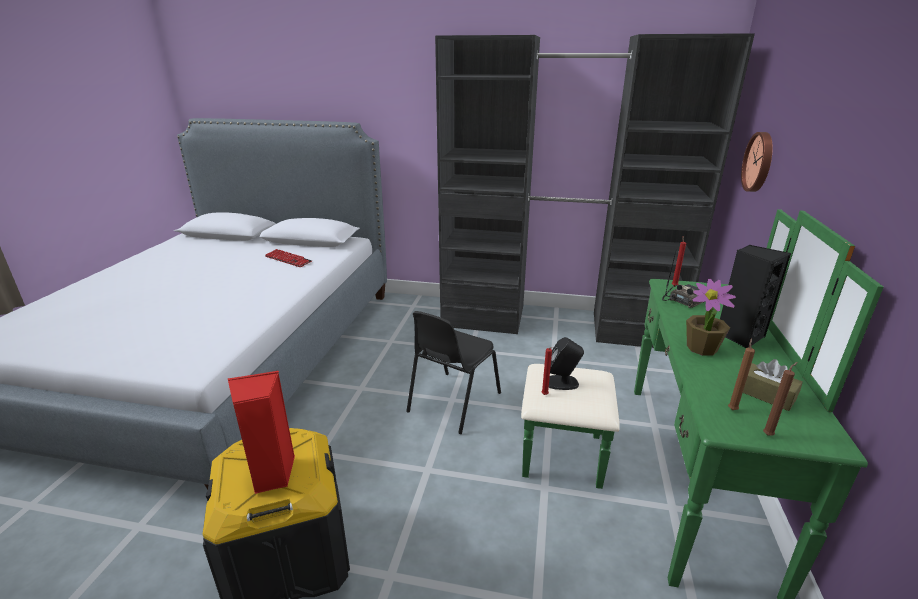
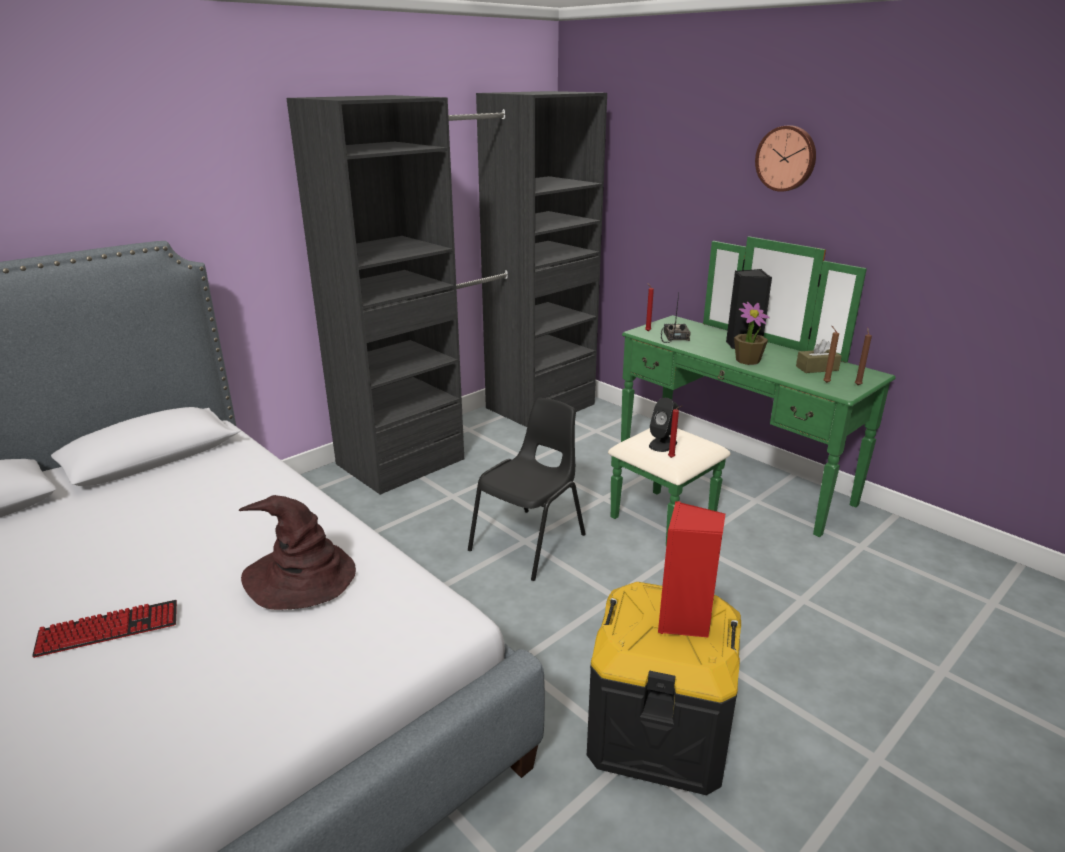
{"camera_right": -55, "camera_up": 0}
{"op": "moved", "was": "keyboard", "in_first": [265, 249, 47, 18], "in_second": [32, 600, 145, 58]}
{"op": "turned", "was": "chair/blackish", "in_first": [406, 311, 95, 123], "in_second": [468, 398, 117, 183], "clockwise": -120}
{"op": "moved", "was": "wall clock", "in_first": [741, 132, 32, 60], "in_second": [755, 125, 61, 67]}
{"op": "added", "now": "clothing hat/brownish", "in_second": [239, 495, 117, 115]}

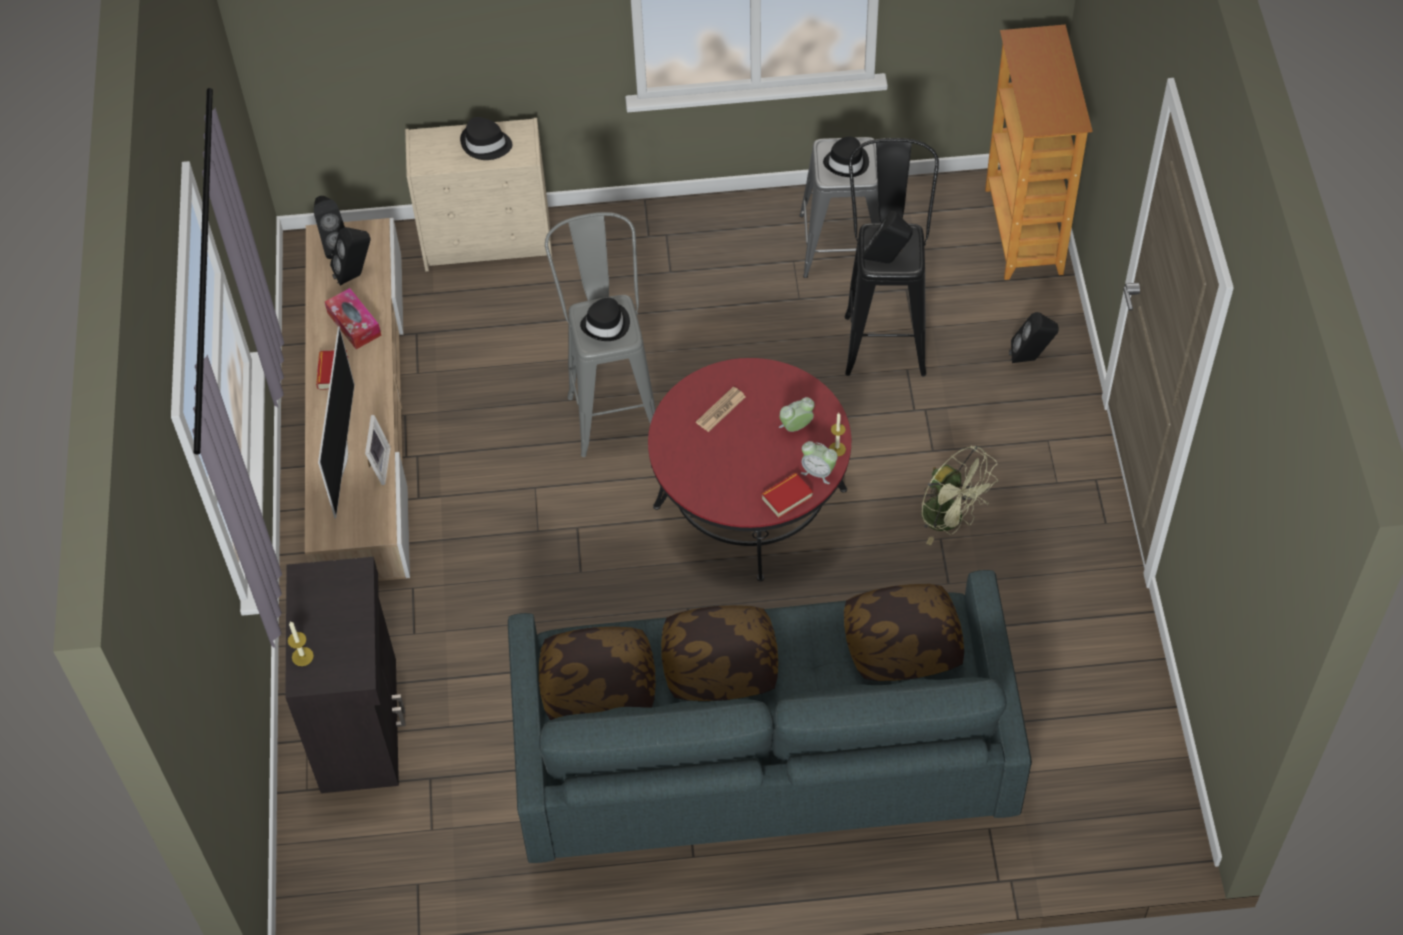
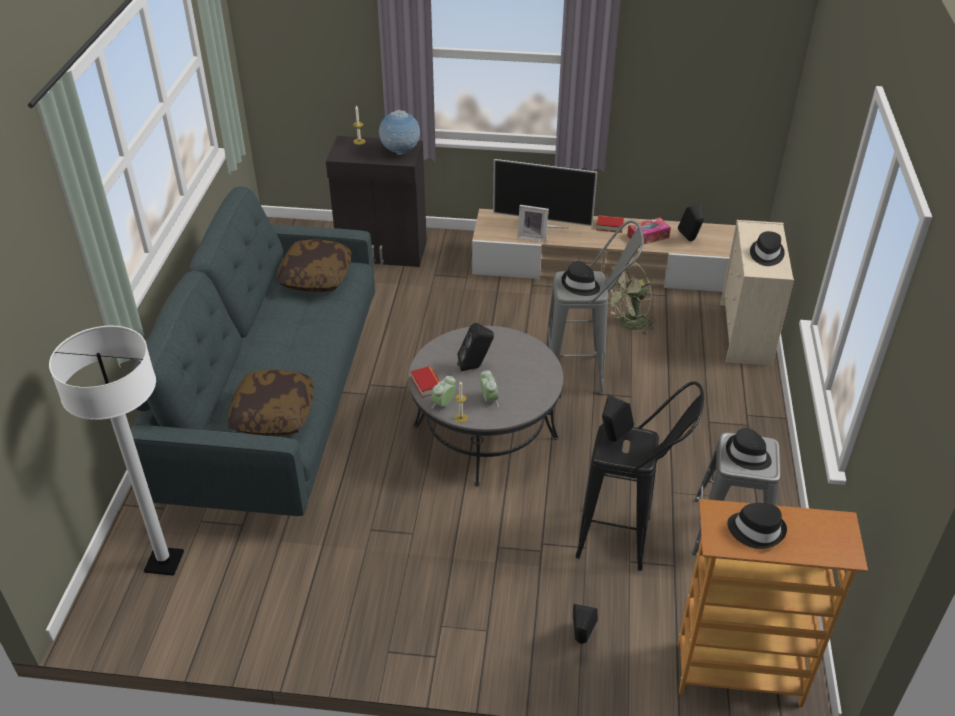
{"camera_right": 100, "camera_up": -15}
{"op": "moved", "was": "loudspeaker/blackish", "in_first": [314, 196, 31, 63], "in_second": [457, 323, 37, 48]}
{"op": "recoloured", "was": "low table/red", "now": "low table/grey", "in_first": [648, 358, 203, 223], "in_second": [409, 326, 154, 161]}
{"op": "removed", "was": "throw pillow", "in_first": [661, 605, 117, 96]}
{"op": "removed", "was": "printed paper", "in_first": [696, 387, 50, 45]}
{"op": "moved", "was": "cooling fan/green", "in_first": [921, 445, 77, 100], "in_second": [607, 260, 48, 75]}
{"op": "added", "now": "standing lamp/white-coloured", "in_second": [49, 326, 135, 250]}
{"op": "added", "now": "world globe", "in_second": [379, 110, 41, 45]}
{"op": "added", "now": "clothing hat/blackish", "in_second": [727, 503, 60, 46]}

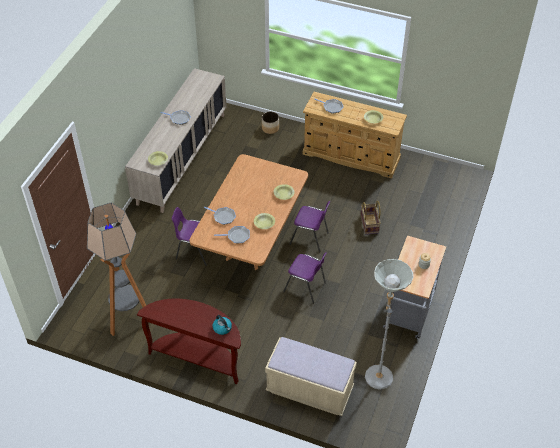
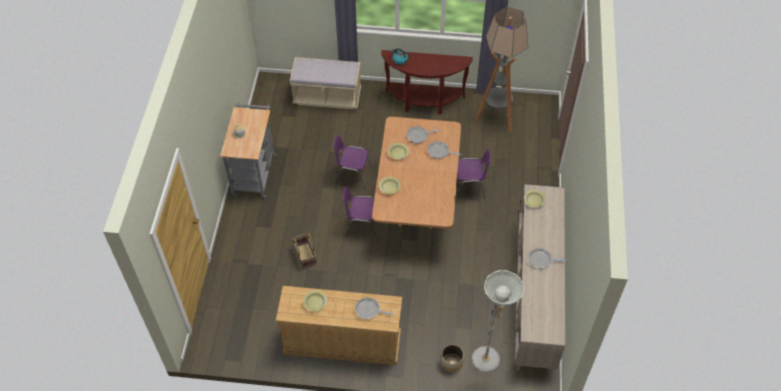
{"camera_right": 165, "camera_up": 5}
{"op": "moved", "was": "standing lamp/grey", "in_first": [365, 259, 48, 131], "in_second": [472, 270, 52, 103]}

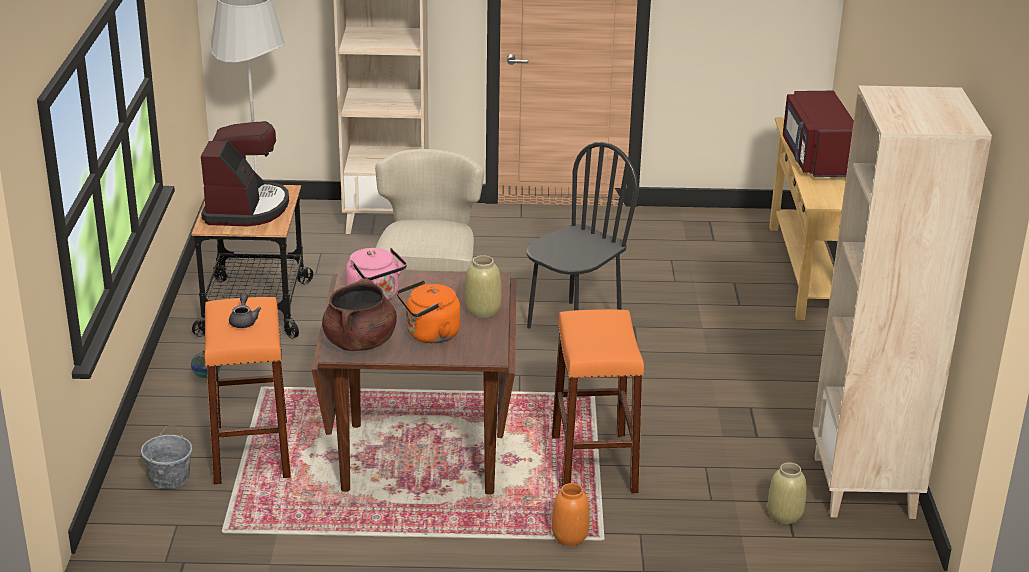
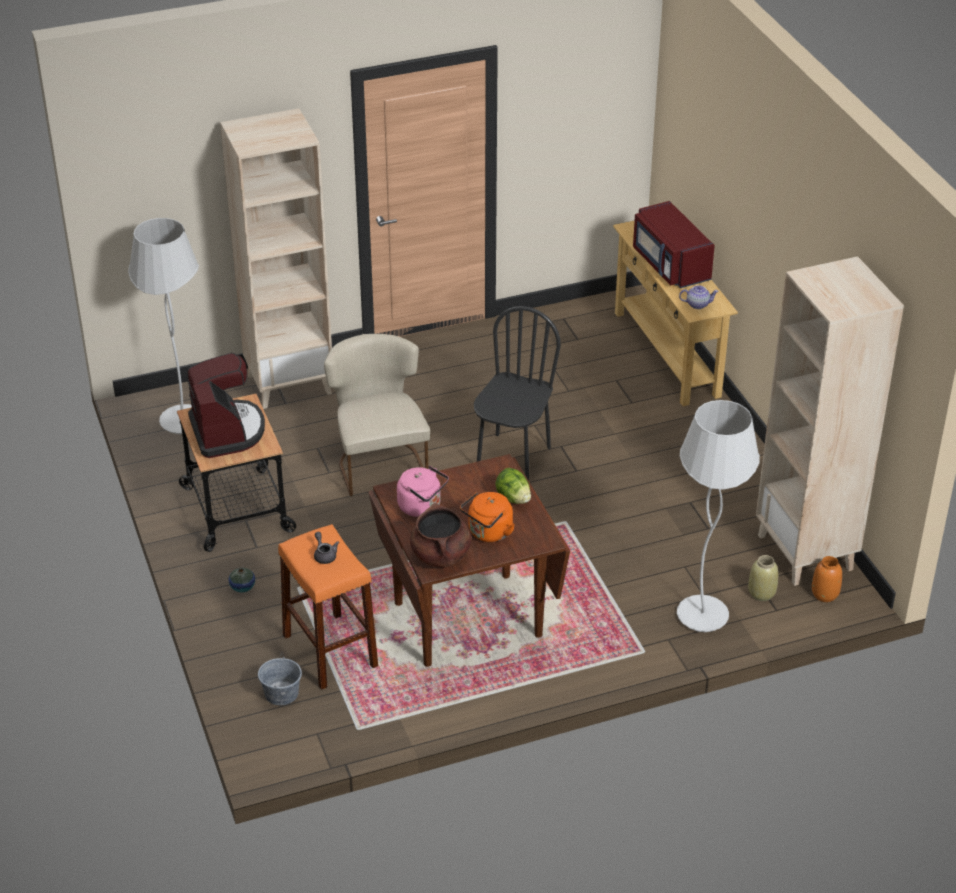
{"camera_right": -20, "camera_up": 10}
{"op": "replaced", "was": "flower vase/beige-coloured", "now": "lettuce head", "in_first": [464, 255, 37, 63], "in_second": [495, 468, 36, 36]}
{"op": "removed", "was": "sitting stool/orange", "in_first": [552, 309, 92, 185]}
{"op": "moved", "was": "flower vase/orange", "in_first": [552, 483, 38, 63], "in_second": [812, 556, 30, 46]}
{"op": "added", "now": "standing lamp/white-coloured", "in_second": [677, 400, 83, 232]}
{"op": "added", "now": "tea pot", "in_second": [679, 285, 40, 24]}

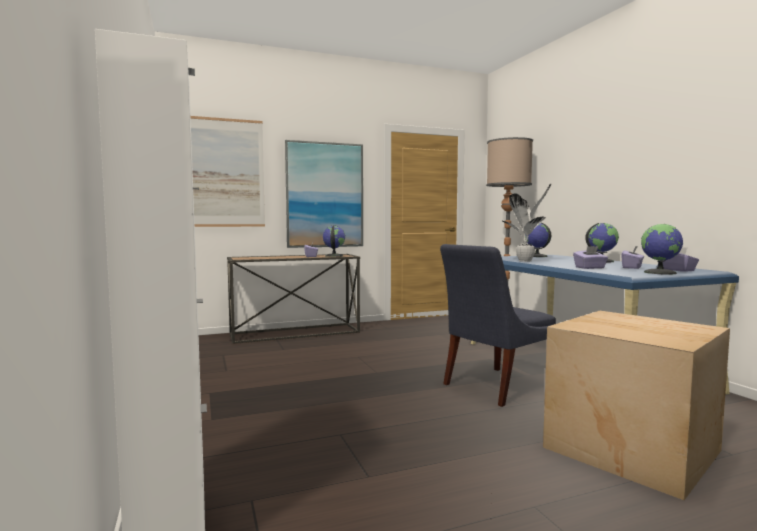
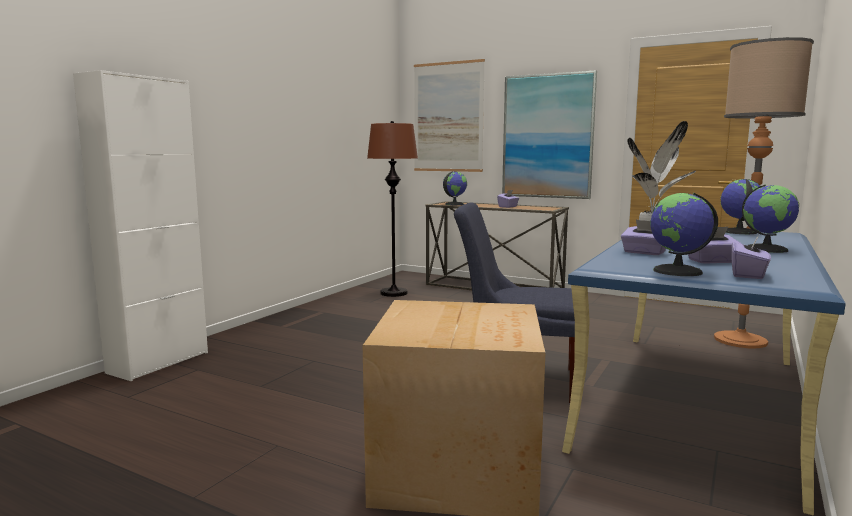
{"camera_right": 50, "camera_up": 5}
{"op": "moved", "was": "world globe", "in_first": [323, 225, 22, 32], "in_second": [443, 172, 24, 33]}
{"op": "added", "now": "standing lamp/brownish", "in_second": [367, 121, 51, 176]}

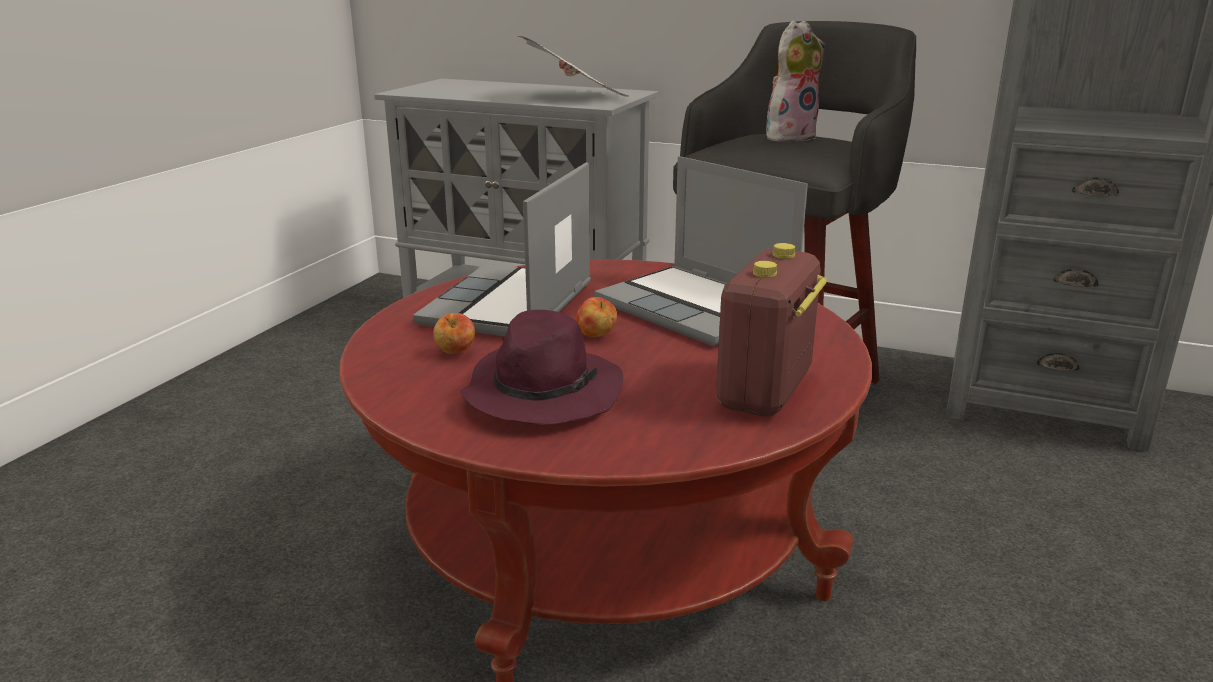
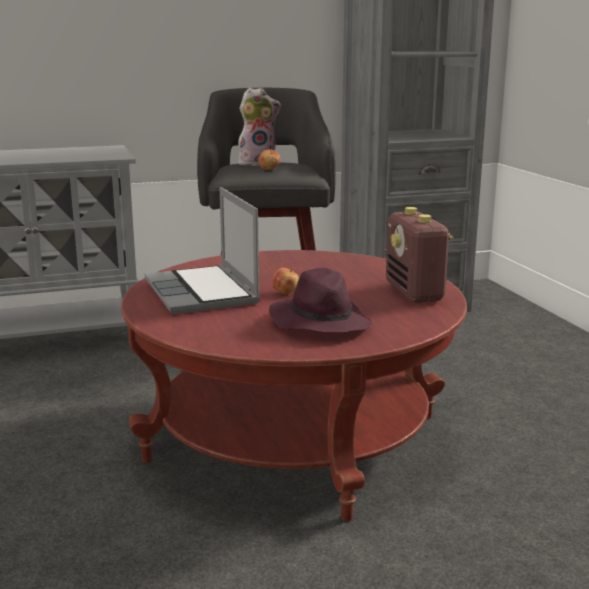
{"camera_right": -40, "camera_up": -5}
{"op": "moved", "was": "apple", "in_first": [433, 313, 42, 41], "in_second": [259, 149, 21, 21]}
{"op": "removed", "was": "printed paper", "in_first": [518, 36, 111, 61]}
{"op": "removed", "was": "laptop", "in_first": [594, 156, 214, 190]}
{"op": "turned", "was": "plush toy", "in_first": [766, 20, 59, 123], "in_second": [238, 88, 43, 78], "clockwise": 60}

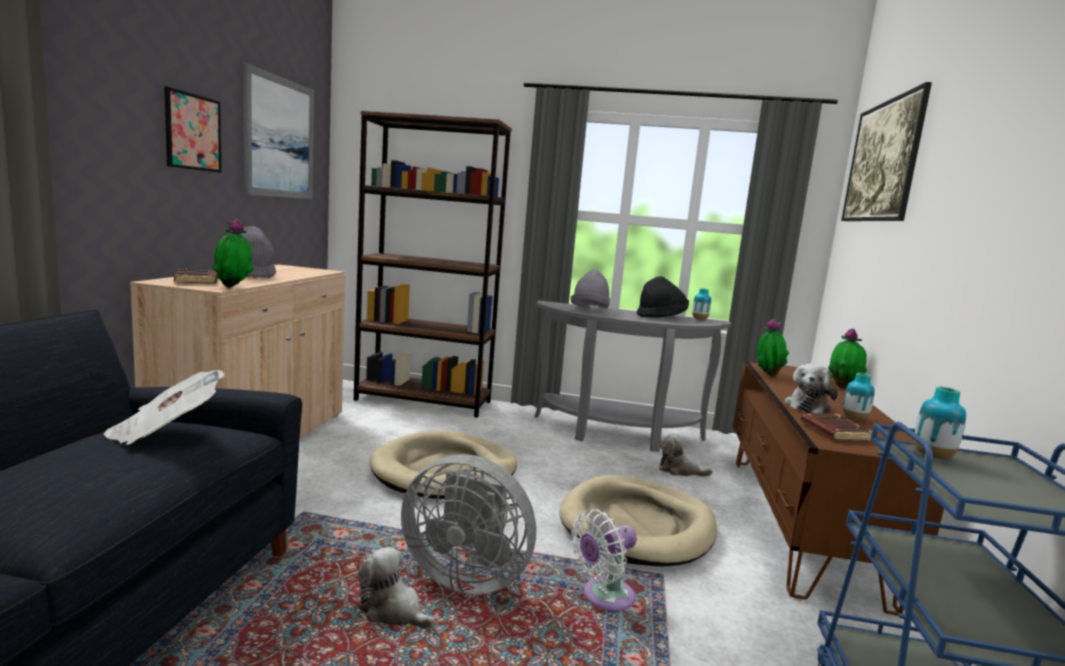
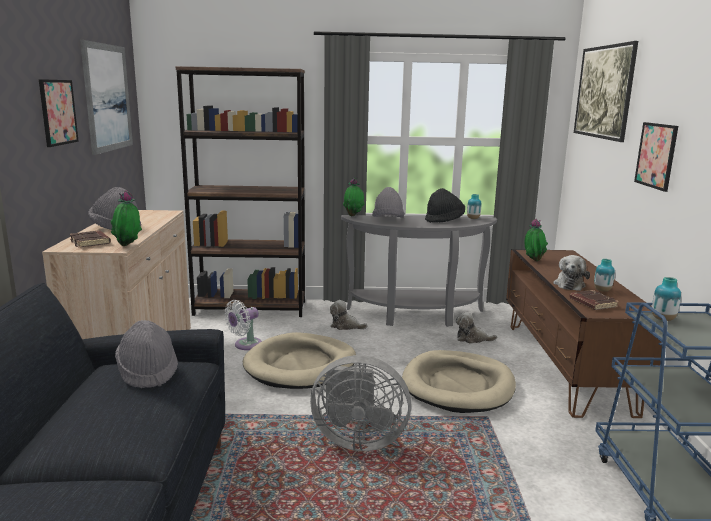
{"camera_right": -10, "camera_up": 5}
{"op": "replaced", "was": "printed paper", "now": "clothing hat/grey", "in_first": [103, 370, 122, 75], "in_second": [115, 320, 63, 68]}
{"op": "moved", "was": "plush toy", "in_first": [358, 547, 77, 82], "in_second": [330, 300, 38, 30]}
{"op": "moved", "was": "cooling fan/white-coloured", "in_first": [571, 509, 66, 102], "in_second": [225, 300, 37, 50]}
{"op": "moved", "was": "potted plant", "in_first": [828, 329, 39, 59], "in_second": [343, 178, 22, 38]}
{"op": "added", "now": "picture", "in_second": [634, 122, 44, 70]}

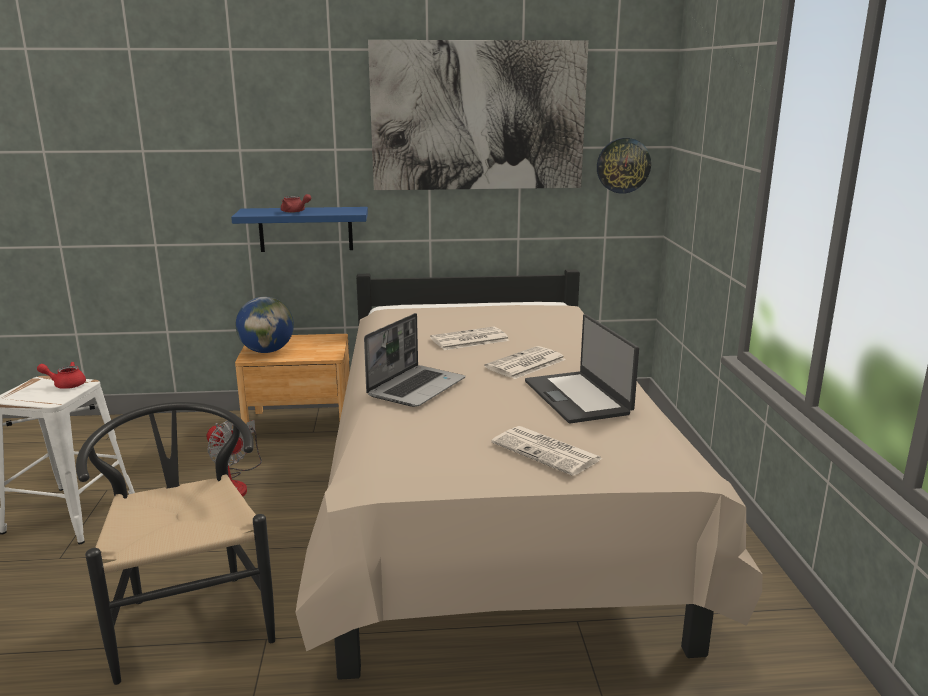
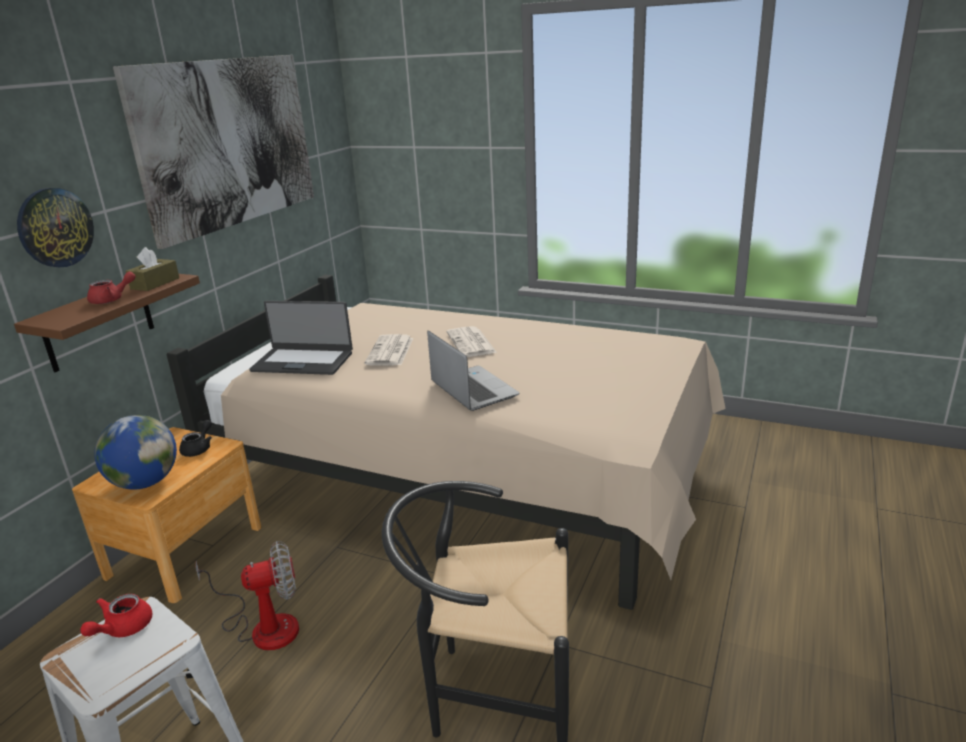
{"camera_right": -60, "camera_up": 5}
{"op": "recoloured", "was": "wall shelf/bluish", "now": "wall shelf/brownish", "in_first": [231, 207, 137, 45], "in_second": [14, 274, 186, 98]}
{"op": "removed", "was": "printed paper", "in_first": [492, 426, 110, 50]}
{"op": "moved", "was": "laptop", "in_first": [525, 314, 114, 110], "in_second": [249, 301, 104, 74]}
{"op": "moved", "was": "wall clock", "in_first": [597, 138, 54, 56], "in_second": [17, 188, 77, 79]}
{"op": "added", "now": "box of tissues/brownish", "in_second": [126, 247, 53, 44]}
{"op": "added", "now": "tea pot/blackish", "in_second": [179, 420, 33, 37]}

